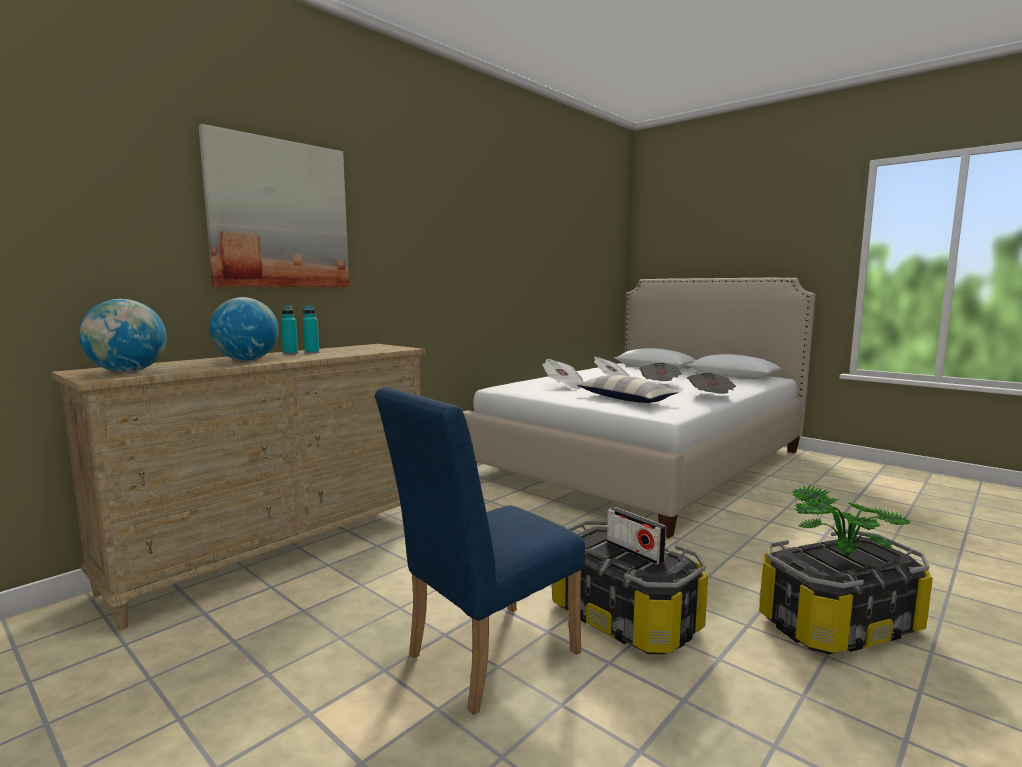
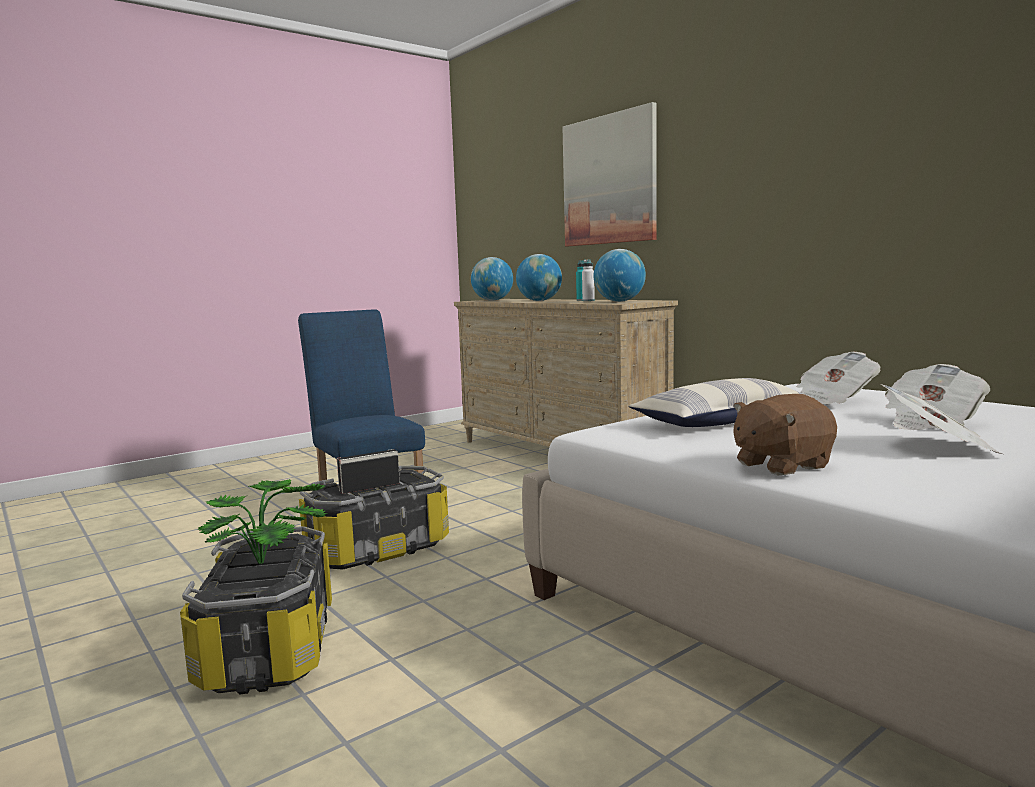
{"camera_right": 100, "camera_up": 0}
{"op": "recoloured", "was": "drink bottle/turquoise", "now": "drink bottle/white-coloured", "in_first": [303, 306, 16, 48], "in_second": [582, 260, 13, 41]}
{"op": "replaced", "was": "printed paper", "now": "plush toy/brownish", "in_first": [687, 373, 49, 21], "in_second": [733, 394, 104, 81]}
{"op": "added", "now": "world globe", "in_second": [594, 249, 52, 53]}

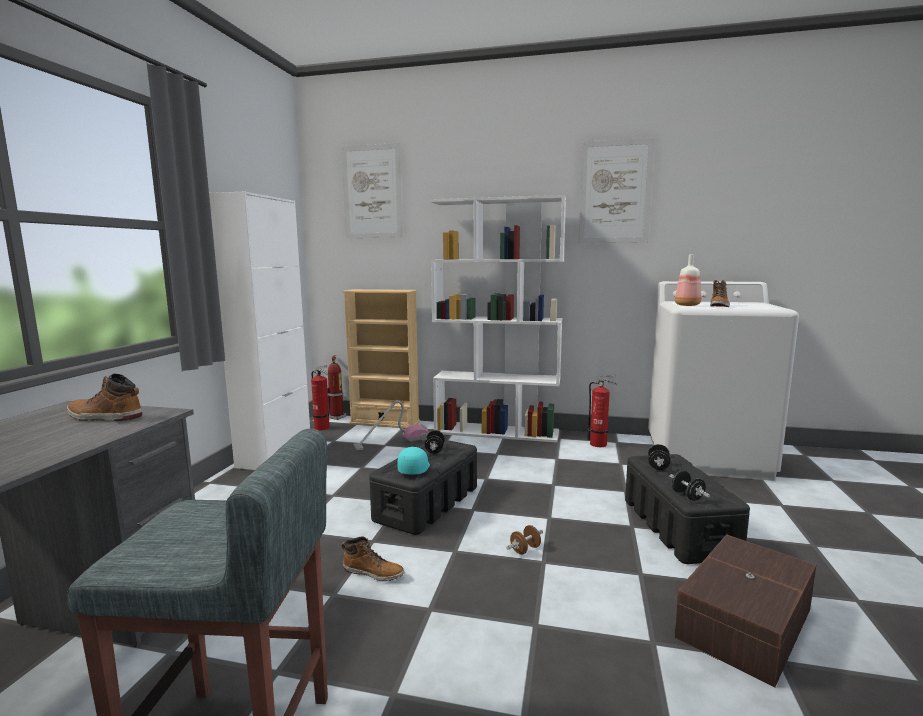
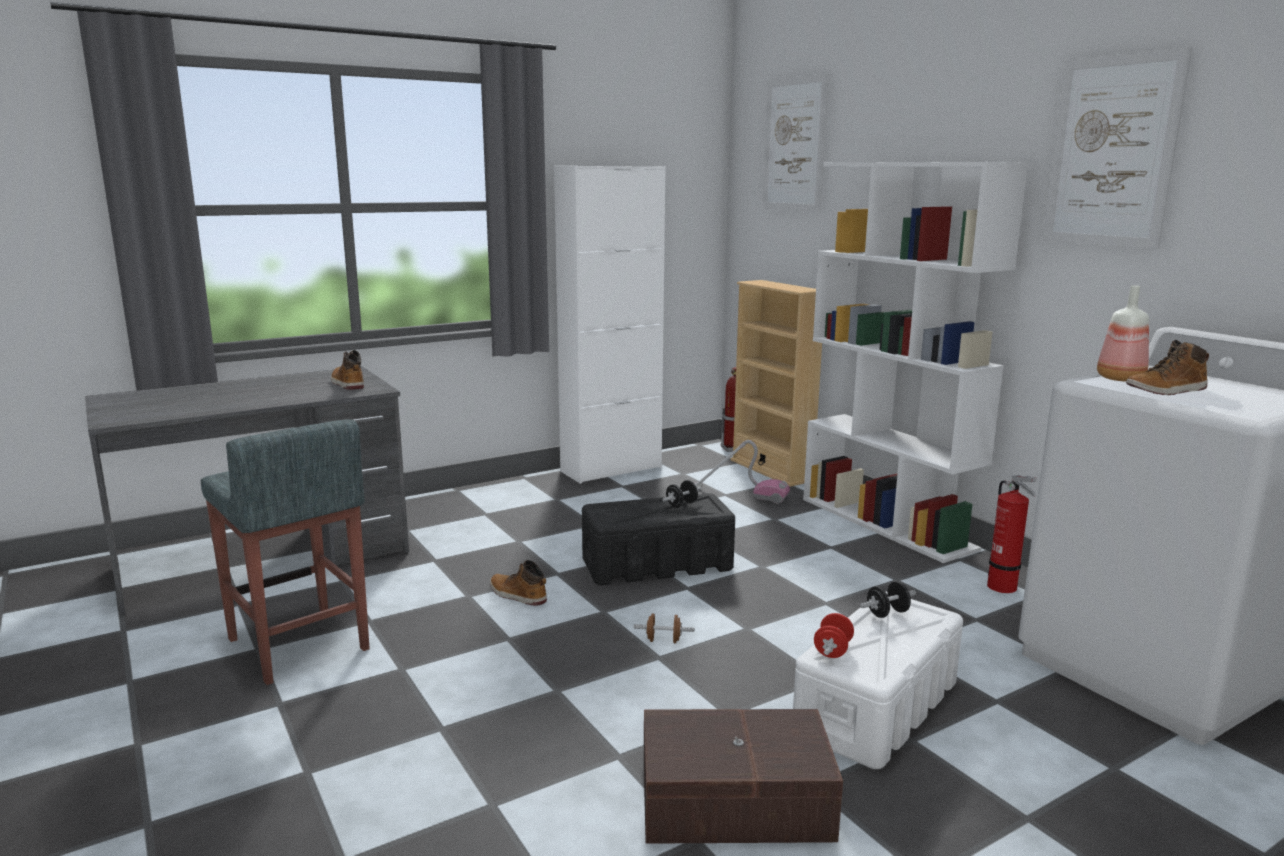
{"camera_right": 45, "camera_up": 5}
{"op": "removed", "was": "fire-fighting cylinder", "in_first": [311, 365, 19, 66]}
{"op": "turned", "was": "high-top boot", "in_first": [341, 537, 63, 44], "in_second": [490, 560, 57, 46], "clockwise": 150}
{"op": "removed", "was": "cap/turquoise", "in_first": [398, 447, 32, 27]}
{"op": "recoloured", "was": "storage container/blackish", "now": "storage container/white-coloured", "in_first": [625, 454, 125, 110], "in_second": [793, 591, 170, 178]}
{"op": "recoloured", "was": "dumbbell/blackish", "now": "dumbbell/red", "in_first": [669, 471, 41, 30], "in_second": [814, 613, 40, 45]}

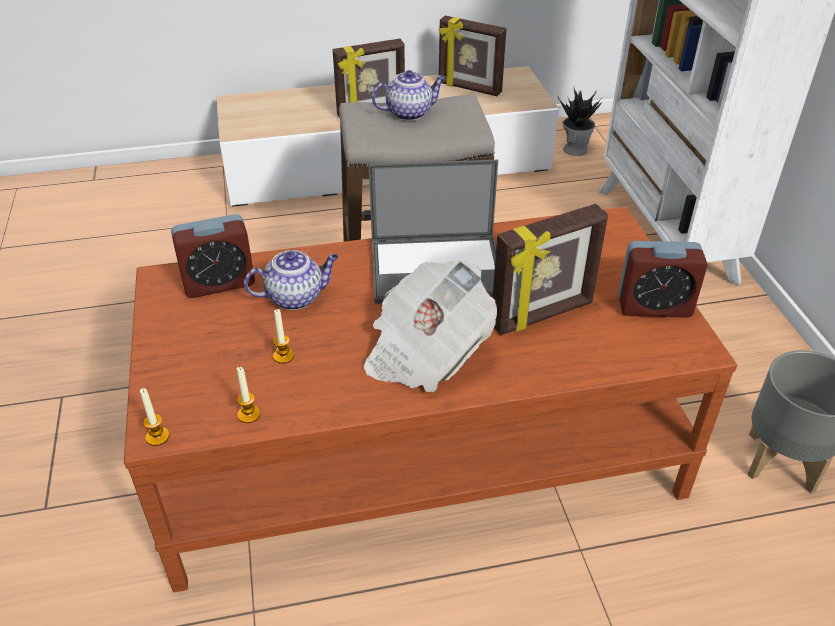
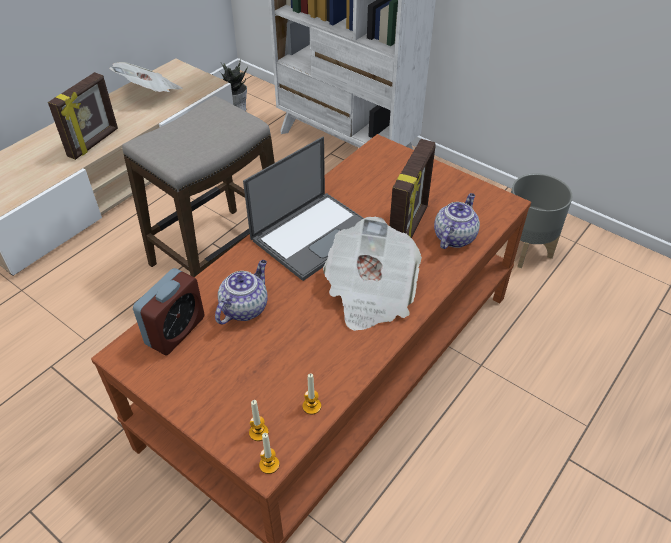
{"camera_right": -40, "camera_up": 5}
{"op": "moved", "was": "wax light", "in_first": [273, 309, 21, 55], "in_second": [249, 400, 20, 41]}
{"op": "moved", "was": "tea pot", "in_first": [372, 70, 74, 51], "in_second": [434, 193, 46, 56]}
{"op": "replaced", "was": "picture frame", "now": "printed paper", "in_first": [439, 15, 68, 81], "in_second": [109, 62, 74, 30]}
{"op": "removed", "was": "alarm clock", "in_first": [618, 241, 90, 77]}

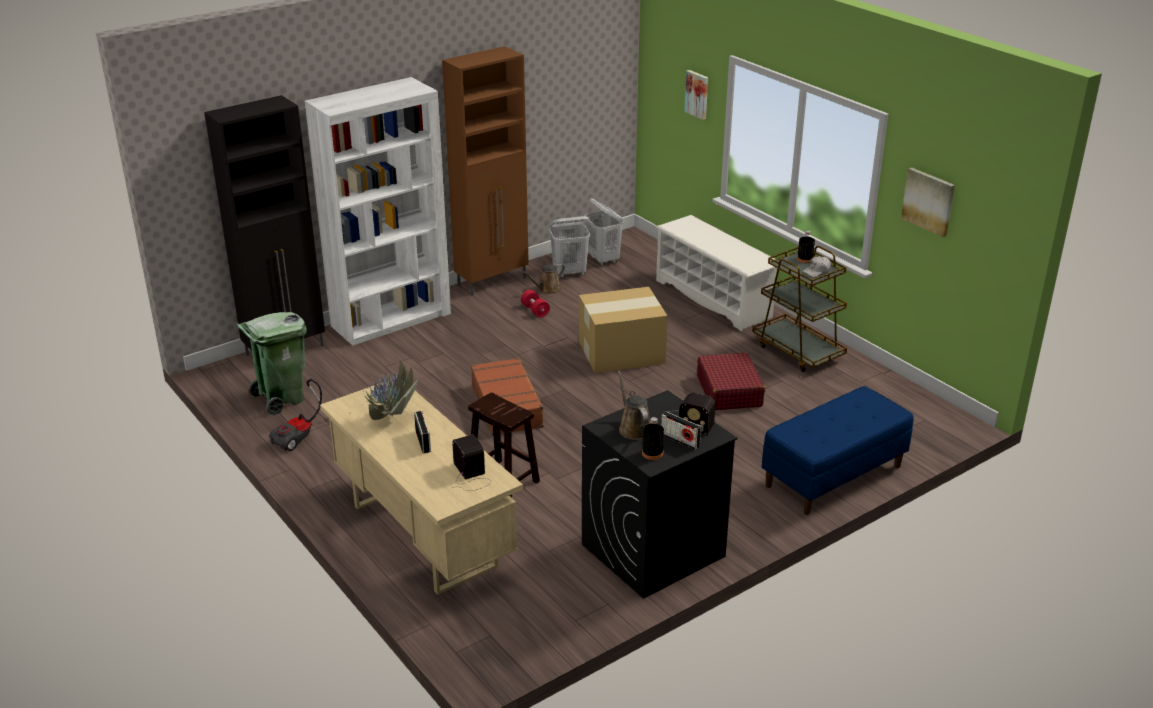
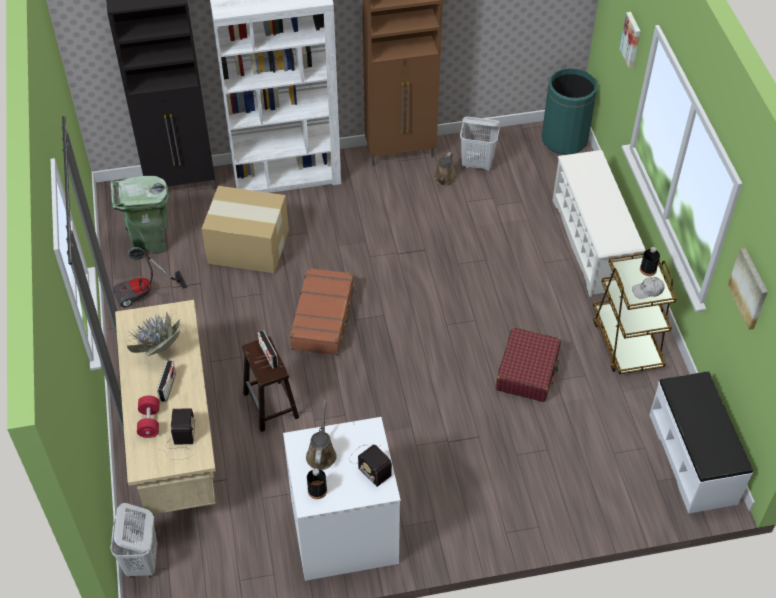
{"camera_right": 25, "camera_up": 20}
{"op": "moved", "was": "dumbbell/red", "in_first": [521, 290, 29, 27], "in_second": [137, 396, 23, 42]}
{"op": "turned", "was": "watering can/brownish", "in_first": [522, 264, 43, 30], "in_second": [434, 152, 22, 34], "clockwise": -60}
{"op": "moved", "was": "carton", "in_first": [579, 287, 89, 86], "in_second": [202, 186, 87, 87]}
{"op": "recoloured", "was": "laundry machine/blackish", "now": "laundry machine/white-coloured", "in_first": [582, 390, 156, 209], "in_second": [283, 417, 118, 164]}
{"op": "moved", "was": "washing basket/white-coloured", "in_first": [584, 198, 39, 68], "in_second": [110, 503, 47, 75]}
{"op": "moved", "was": "radio receiver", "in_first": [661, 411, 40, 39], "in_second": [258, 330, 21, 39]}
{"op": "removed", "was": "indoor bench/bluish", "in_first": [762, 386, 151, 129]}
{"op": "added", "now": "rubbish bin/green", "in_second": [542, 68, 56, 87]}
{"op": "added", "now": "indoor bench/white-coloured", "in_second": [649, 371, 104, 143]}

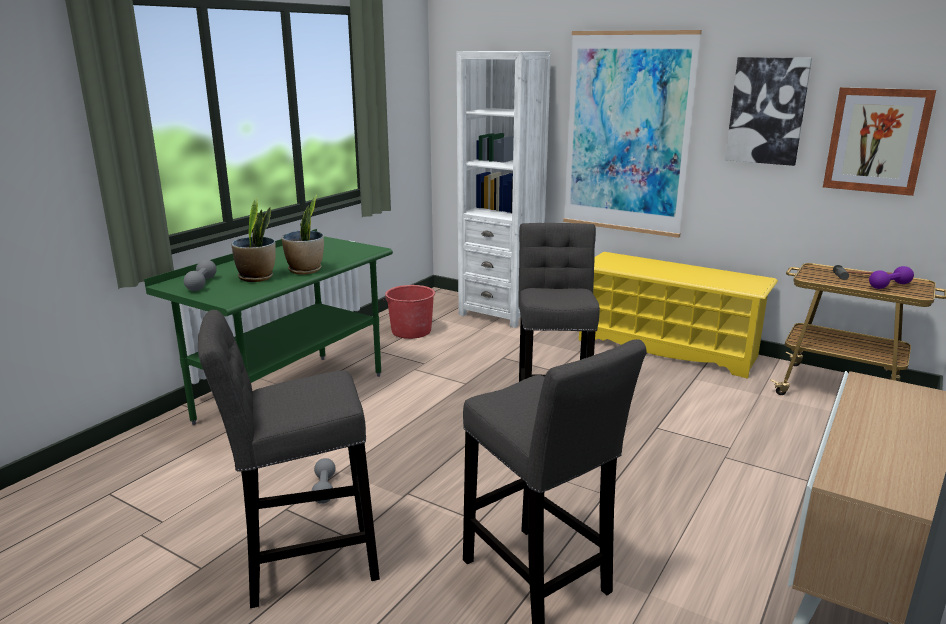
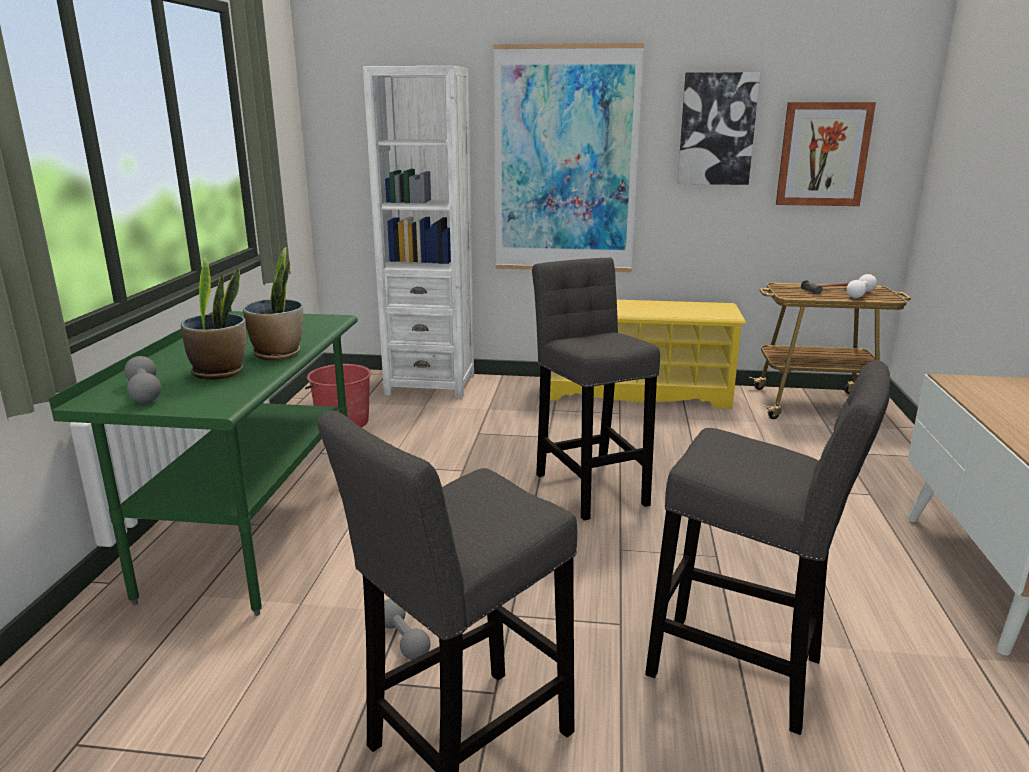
{"camera_right": -25, "camera_up": 0}
{"op": "recoloured", "was": "dumbbell/purple-coloured", "now": "dumbbell/white-coloured", "in_first": [869, 266, 45, 23], "in_second": [847, 274, 30, 24]}

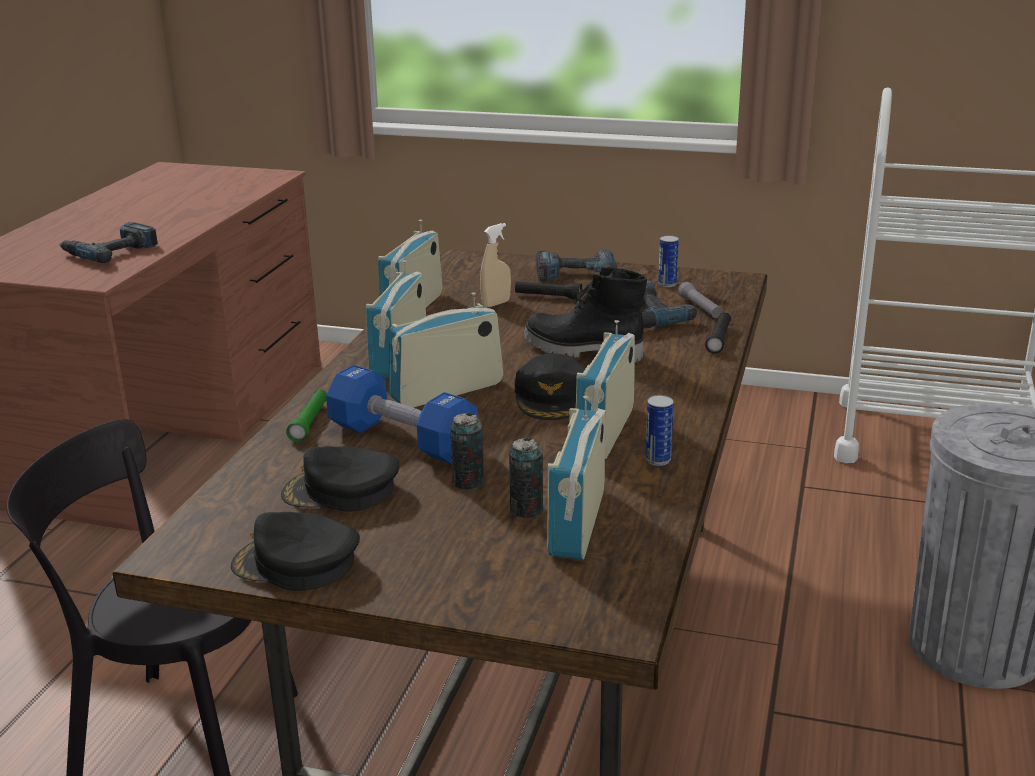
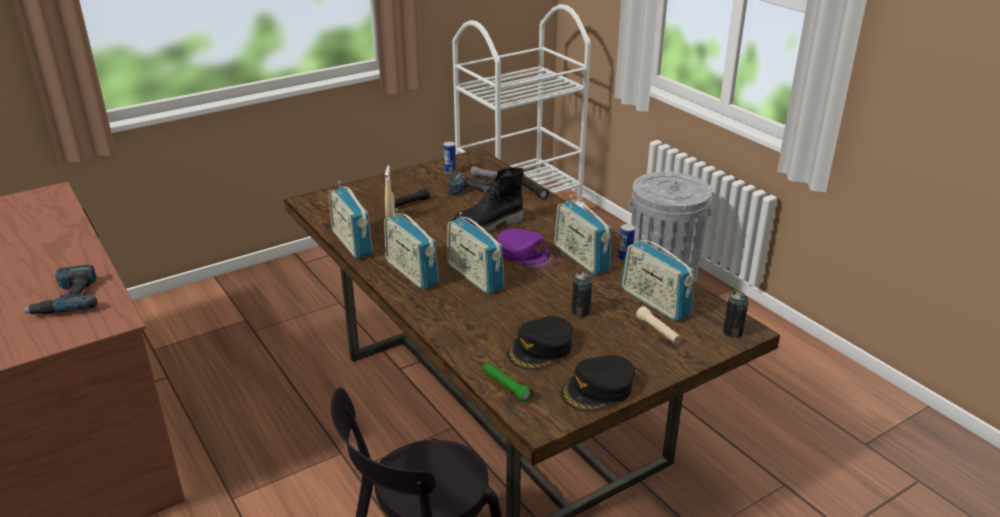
{"camera_right": -50, "camera_up": 5}
{"op": "moved", "was": "torch/green", "in_first": [286, 389, 41, 53], "in_second": [483, 362, 50, 41]}
{"op": "removed", "was": "dumbbell/bluish", "in_first": [326, 365, 153, 99]}
{"op": "turned", "was": "radio receiver", "in_first": [389, 292, 114, 116], "in_second": [447, 212, 57, 82], "clockwise": -45}
{"op": "moved", "was": "can", "in_first": [509, 438, 34, 80], "in_second": [723, 291, 26, 47]}
{"op": "recoloured", "was": "cap/blackish", "now": "cap/purple-coloured", "in_first": [515, 354, 70, 66], "in_second": [497, 228, 58, 41]}
{"op": "removed", "was": "power drill", "in_first": [536, 250, 81, 32]}
{"op": "added", "now": "torch/beige-coloured", "in_second": [636, 306, 45, 38]}

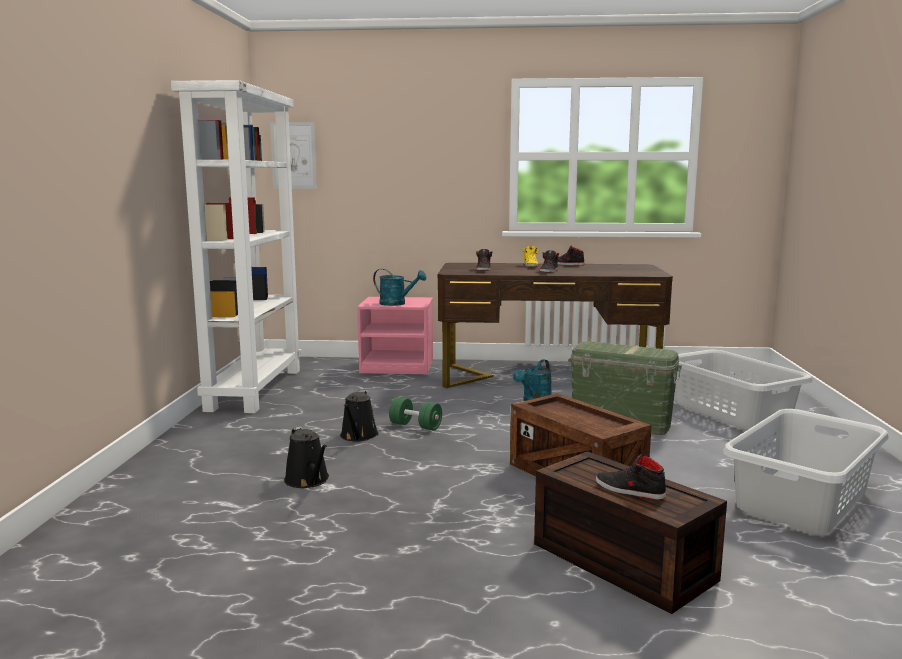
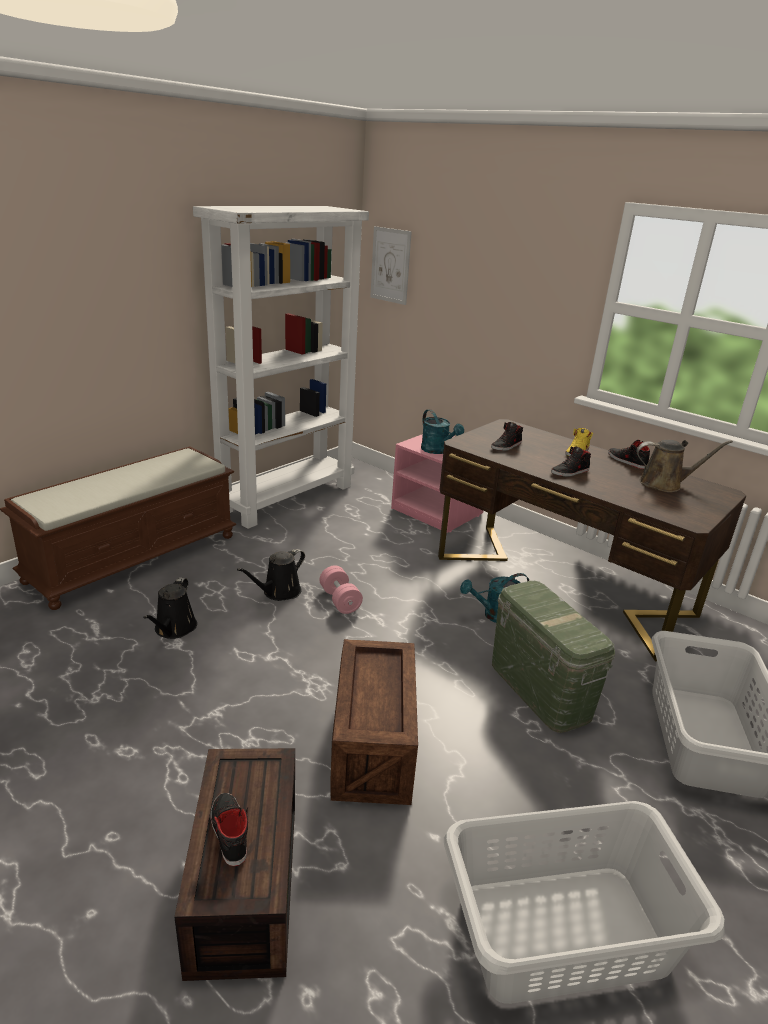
{"camera_right": 35, "camera_up": 15}
{"op": "recoloured", "was": "dumbbell/green", "now": "dumbbell/pink-coloured", "in_first": [389, 397, 53, 33], "in_second": [319, 565, 44, 49]}
{"op": "added", "now": "indoor bench/brownish", "in_second": [0, 446, 236, 164]}
{"op": "added", "now": "watering can/brownish", "in_second": [636, 440, 97, 52]}

